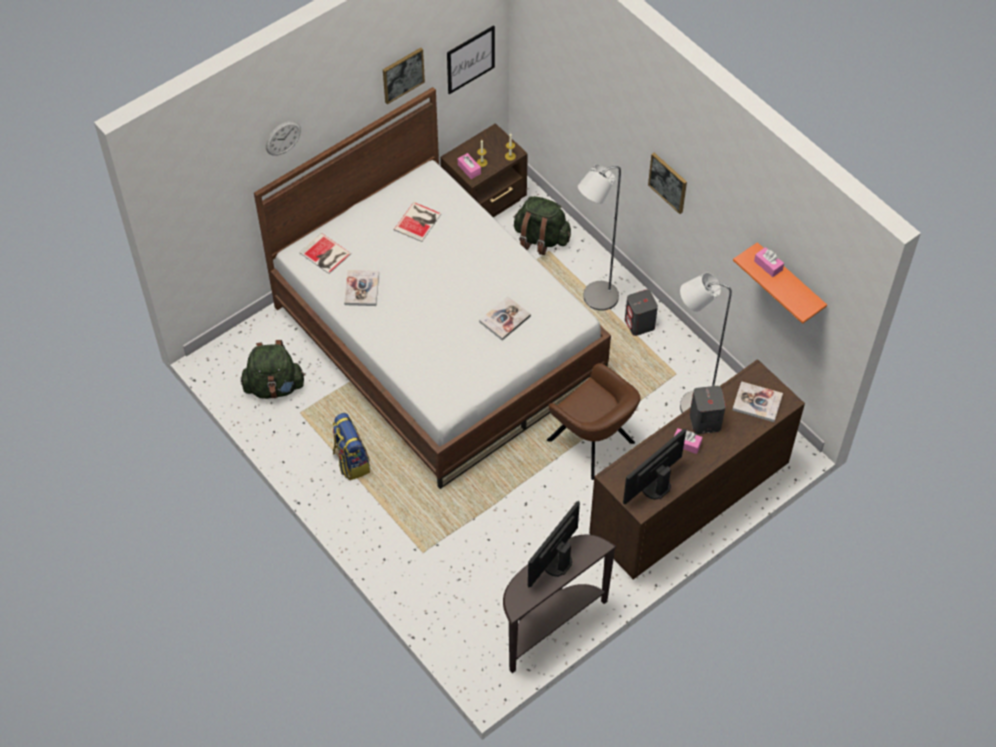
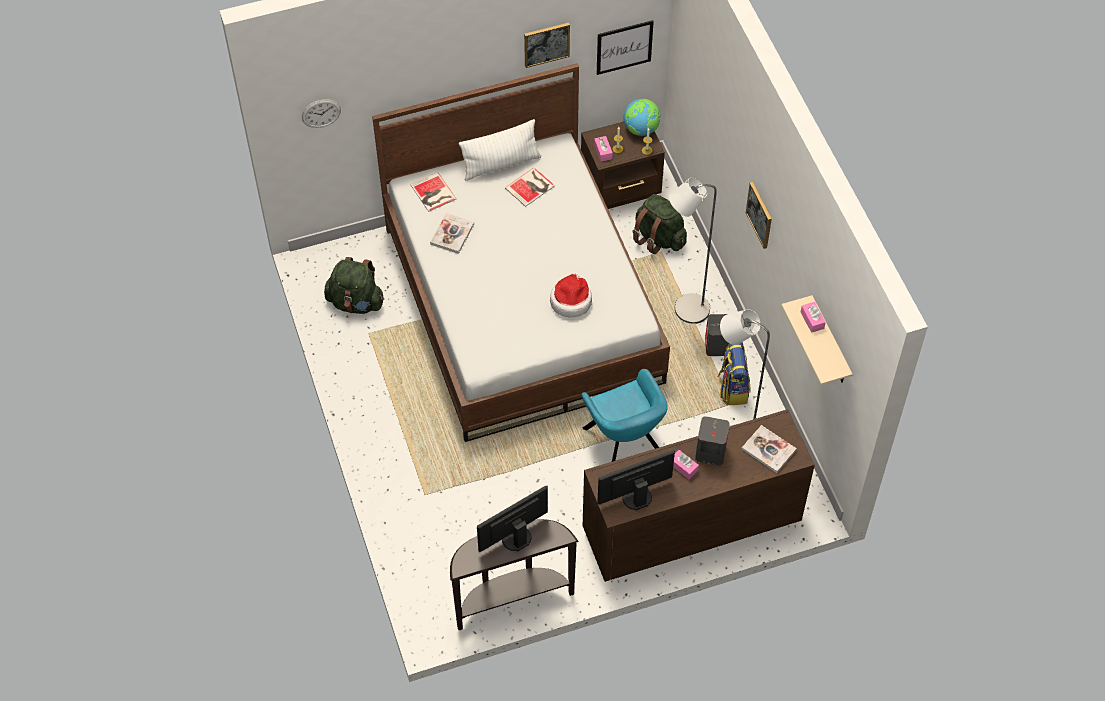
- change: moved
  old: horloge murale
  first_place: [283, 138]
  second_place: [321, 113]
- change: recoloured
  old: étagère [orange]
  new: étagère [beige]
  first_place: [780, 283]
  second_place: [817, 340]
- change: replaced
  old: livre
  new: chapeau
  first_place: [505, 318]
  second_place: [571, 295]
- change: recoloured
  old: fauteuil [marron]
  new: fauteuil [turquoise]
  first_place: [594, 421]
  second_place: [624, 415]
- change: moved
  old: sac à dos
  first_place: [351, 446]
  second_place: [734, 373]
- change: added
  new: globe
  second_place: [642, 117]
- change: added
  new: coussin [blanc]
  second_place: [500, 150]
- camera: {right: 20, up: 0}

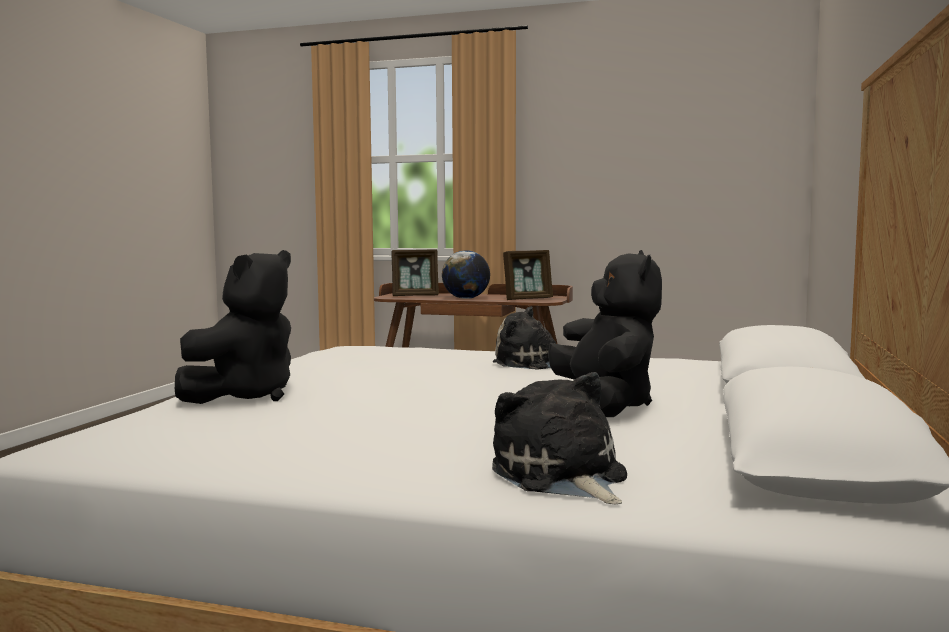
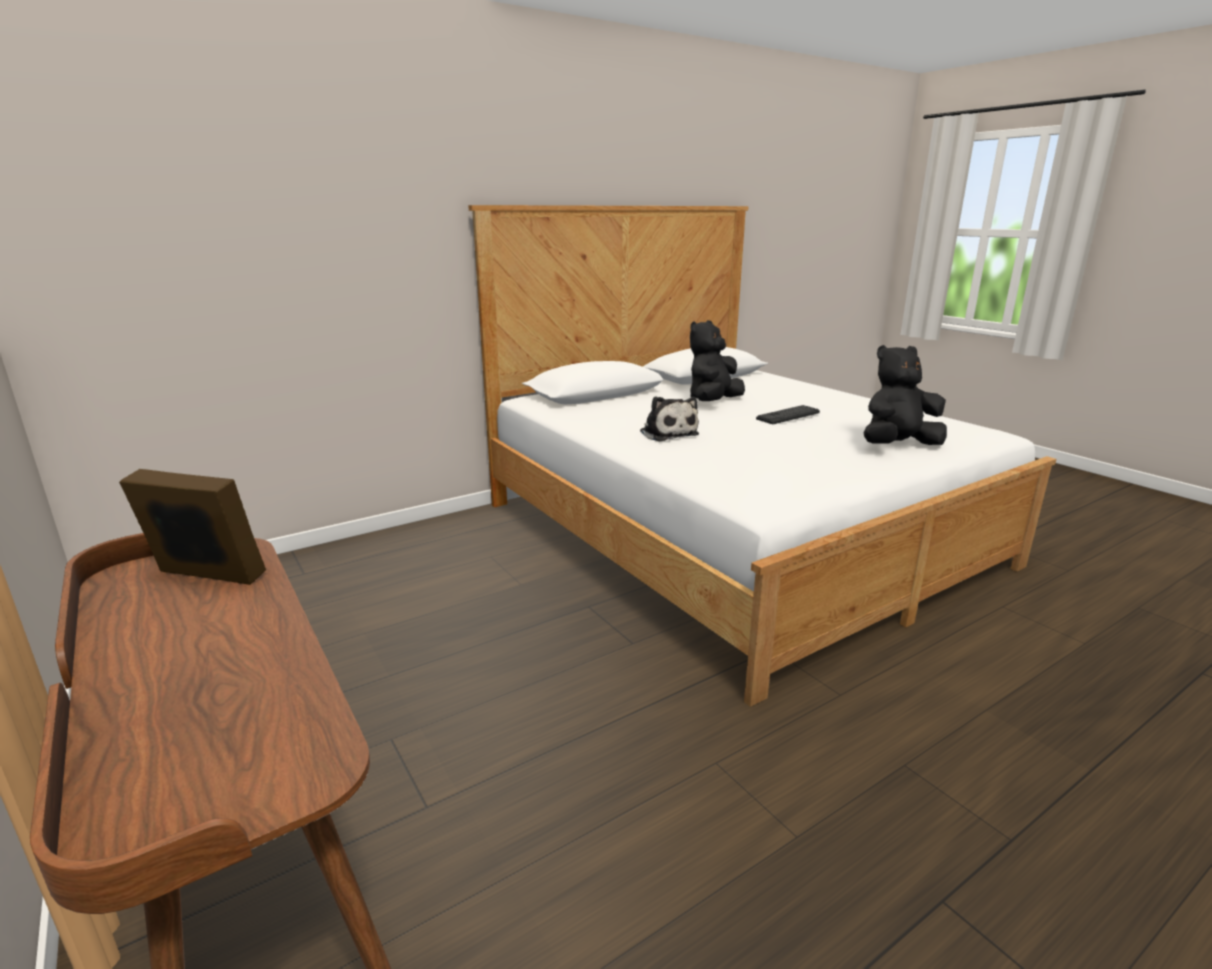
- change: removed
  old: cadre photo
  first_place: [415, 272]
- change: removed
  old: globe
  first_place: [466, 274]
- change: removed
  old: peluche
  first_place: [559, 438]
- change: added
  new: clavier
  second_place: [788, 414]
- camera: {right: -140, up: 15}

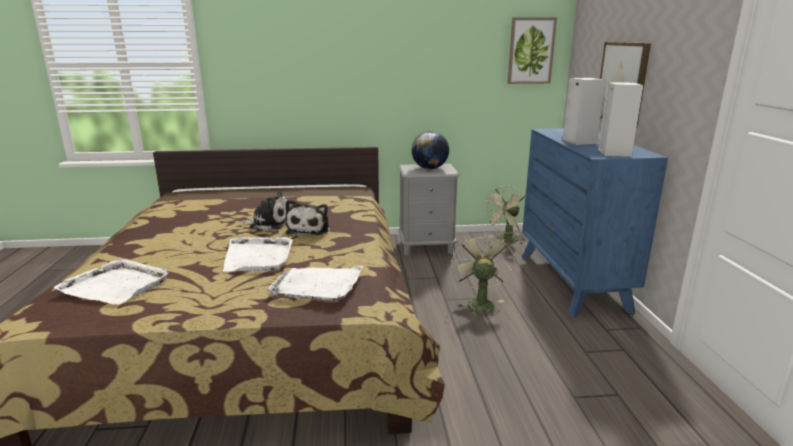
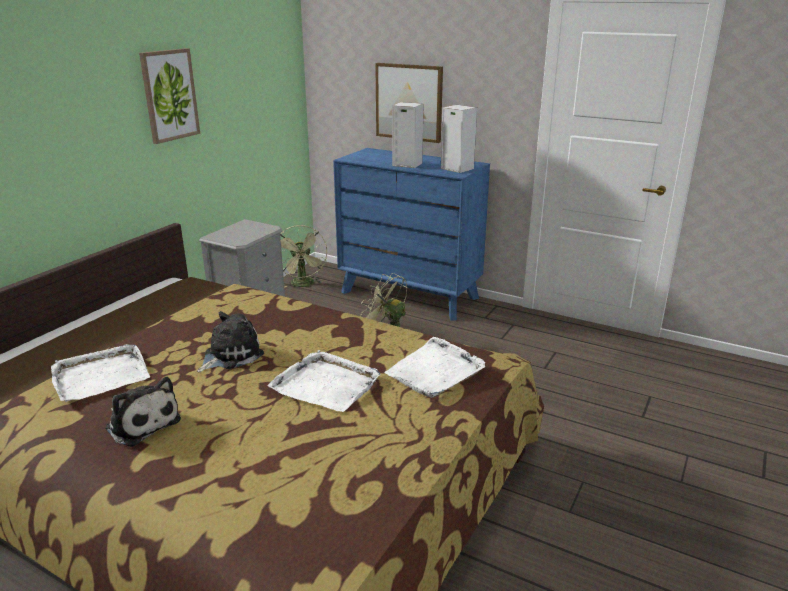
- change: moved
  old: tableau
  first_place: [532, 50]
  second_place: [169, 96]
- change: removed
  old: globe
  first_place: [430, 150]
- change: moved
  old: peluche
  first_place: [307, 217]
  second_place: [143, 412]
- change: moved
  old: plateau [blanc]
  first_place: [111, 281]
  second_place: [100, 373]
- camera: {right: -55, up: 5}

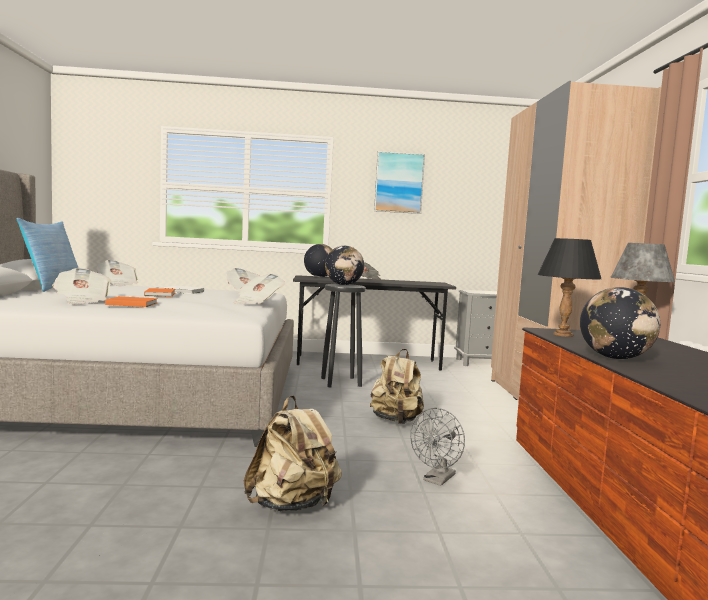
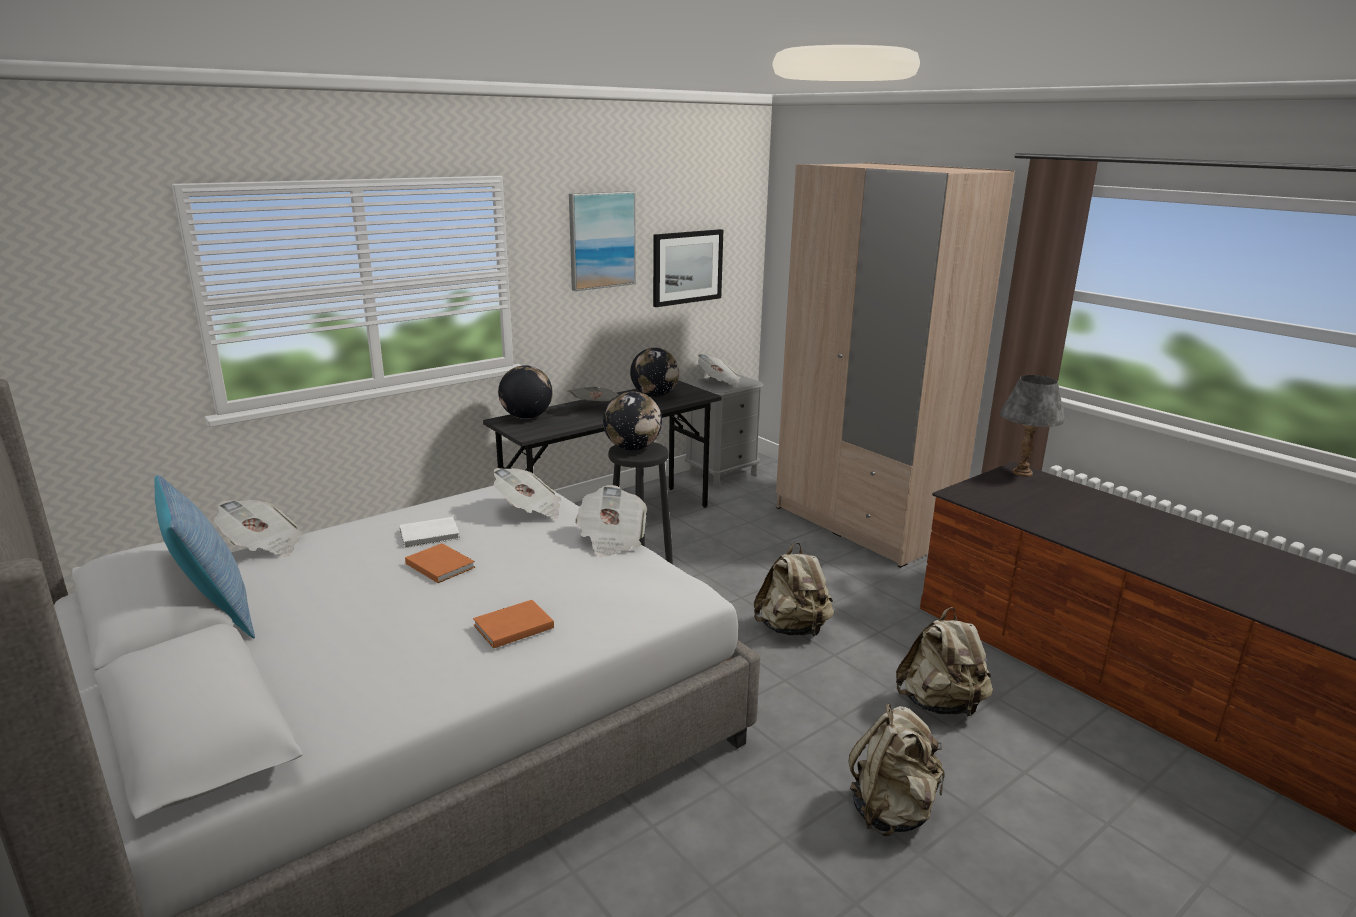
- change: removed
  old: lampe de table [noir]
  first_place: [569, 287]
- change: moved
  old: journal
  first_place: [81, 286]
  second_place: [718, 370]
- change: moved
  old: globe
  first_place: [620, 323]
  second_place: [654, 372]
- change: replaced
  old: ventilateur [gris]
  new: sac à dos [beige]
  first_place: [437, 447]
  second_place: [944, 662]
- change: added
  new: tableau
  second_place: [688, 268]
- camera: {right: -35, up: 15}

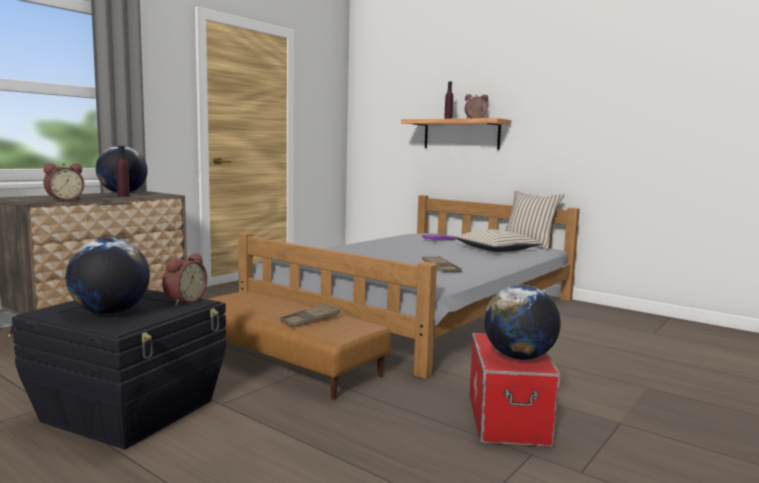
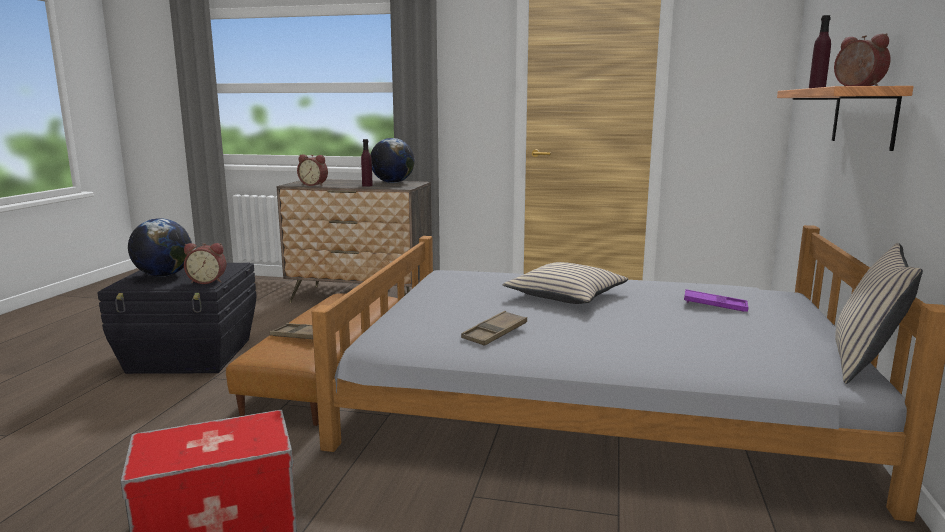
- change: moved
  old: coussin [beige]
  first_place: [498, 240]
  second_place: [565, 283]
- change: removed
  old: globe
  first_place: [522, 322]
- camera: {right: 65, up: 5}

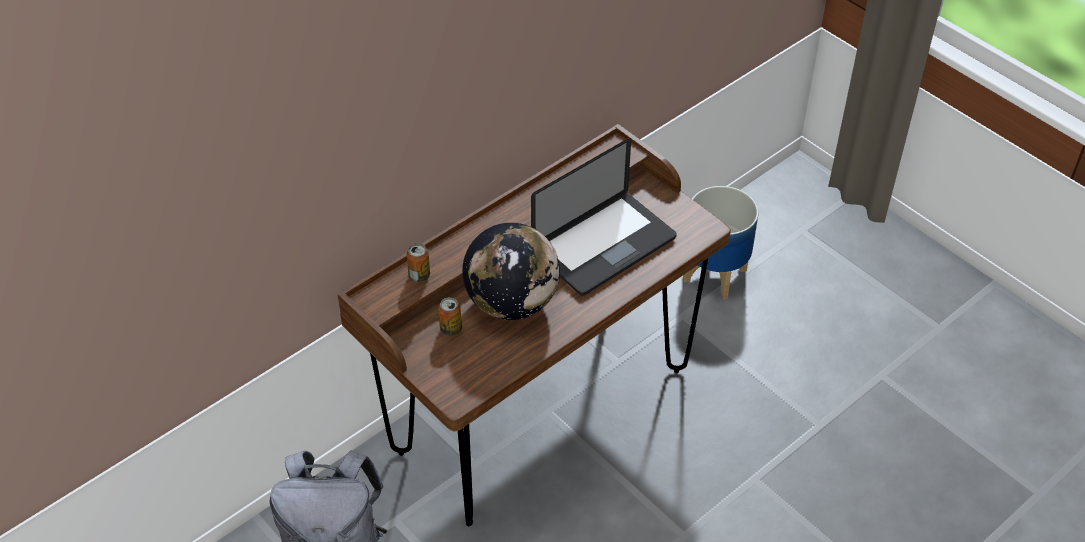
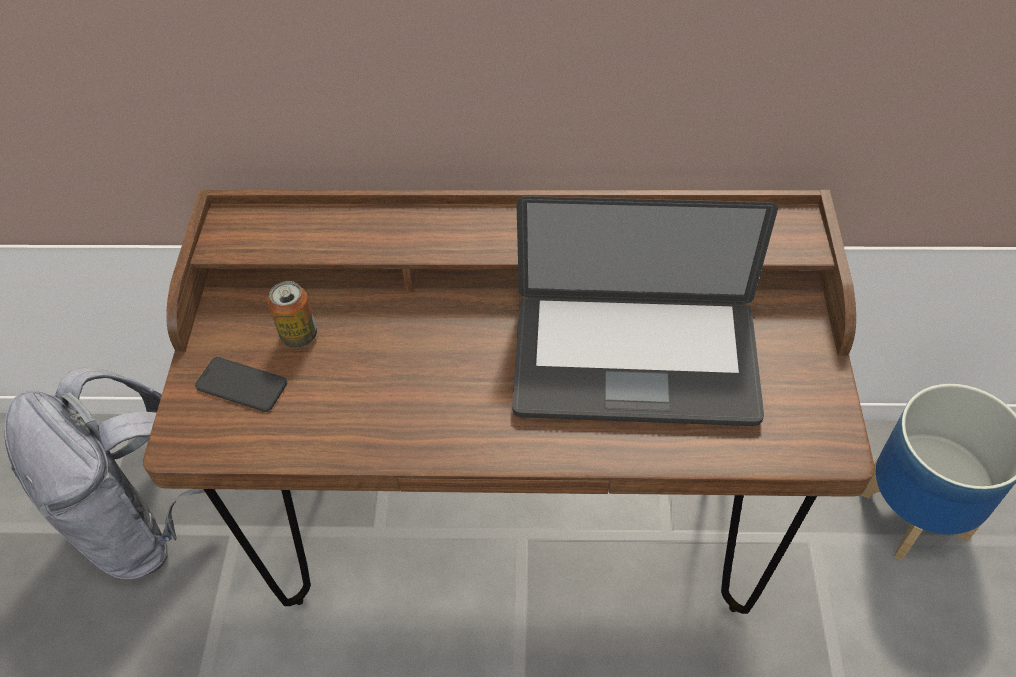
- change: removed
  old: globe
  first_place: [511, 271]
- change: removed
  old: boîte métallique
  first_place: [418, 262]
- change: added
  new: téléphone
  second_place: [241, 384]
- camera: {right: 45, up: 5}

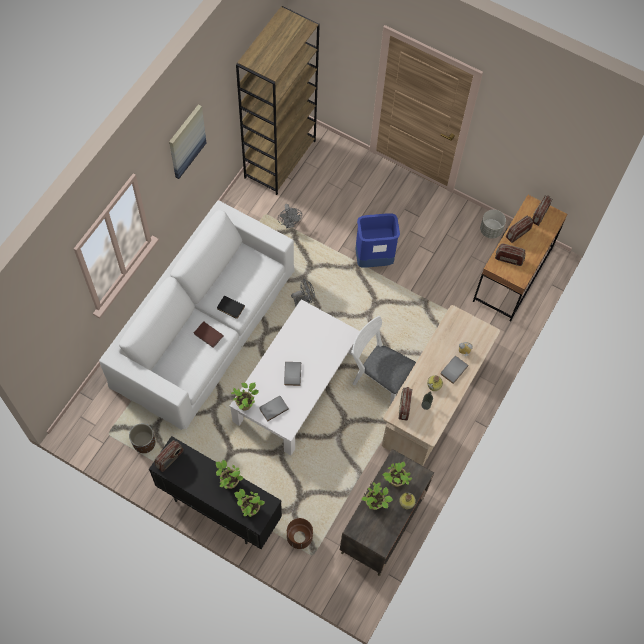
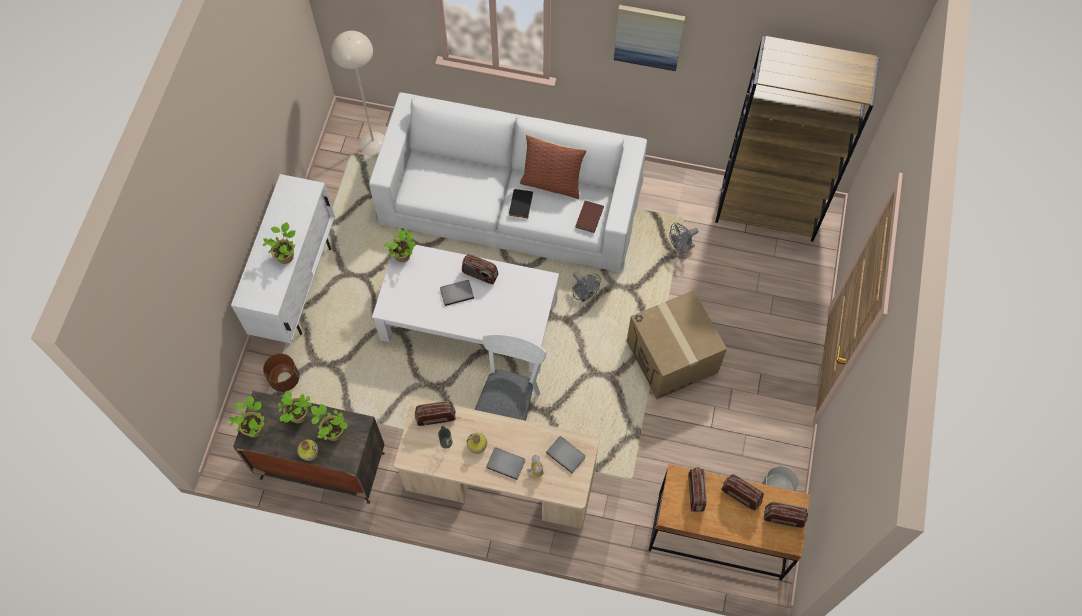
- change: replaced
  old: poubelle [bleu]
  new: carton
  first_place: [377, 240]
  second_place: [677, 344]
- change: moved
  old: livre [marron]
  first_place: [209, 334]
  second_place: [589, 216]
- change: moved
  old: livre [gris]
  first_place: [274, 409]
  second_place: [565, 454]
- change: removed
  old: cache-pot [marron]
  first_place: [142, 438]
- change: recoloured
  old: meuble de rangement [noir]
  new: meuble de rangement [blanc]
  first_place: [215, 492]
  second_place: [283, 258]
- change: moved
  old: radio
  first_place: [169, 456]
  second_place: [480, 269]
- change: moved
  old: plante en pot
  first_place: [249, 503]
  second_place: [246, 416]
- change: added
  new: lampadaire [beige]
  second_place: [357, 93]
- change: added
  new: coussin
  second_place: [553, 167]
- camera: {right: 75, up: 0}

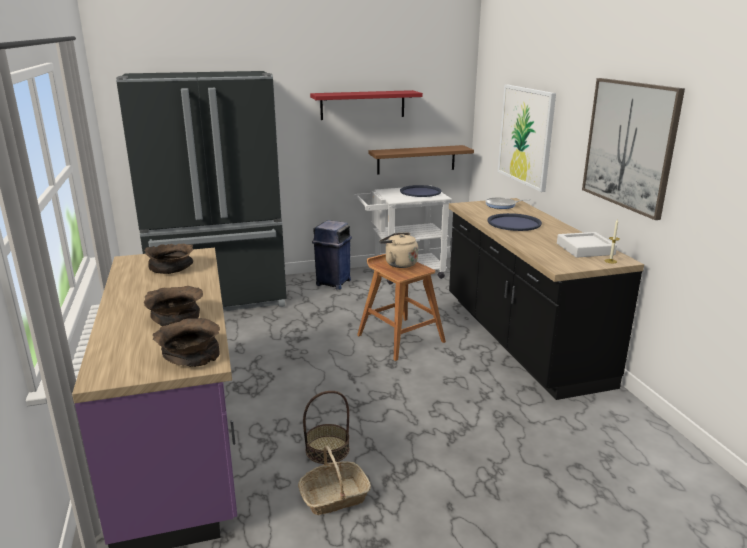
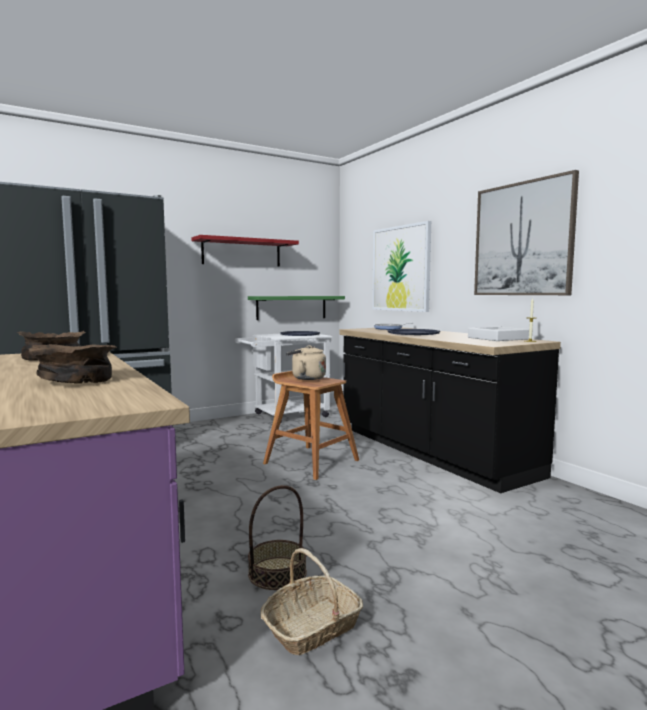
- change: recoloured
  old: étagère [marron]
  new: étagère [vert]
  first_place: [421, 160]
  second_place: [296, 308]
- change: removed
  old: poubelle [bleu]
  first_place: [332, 255]
- change: removed
  old: bol [marron]
  first_place: [186, 342]
- camera: {right: -15, up: -15}

